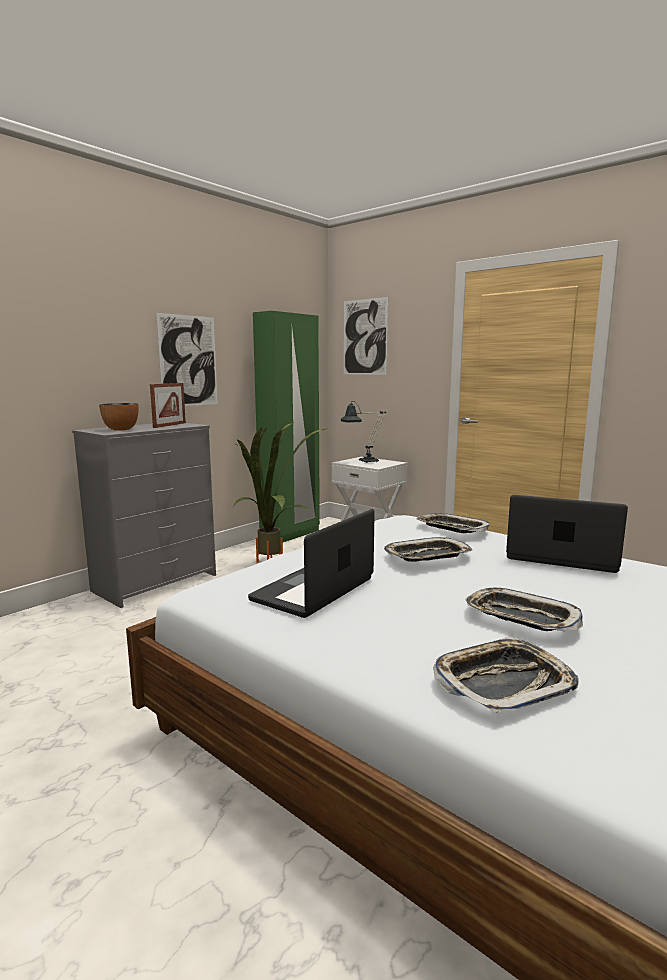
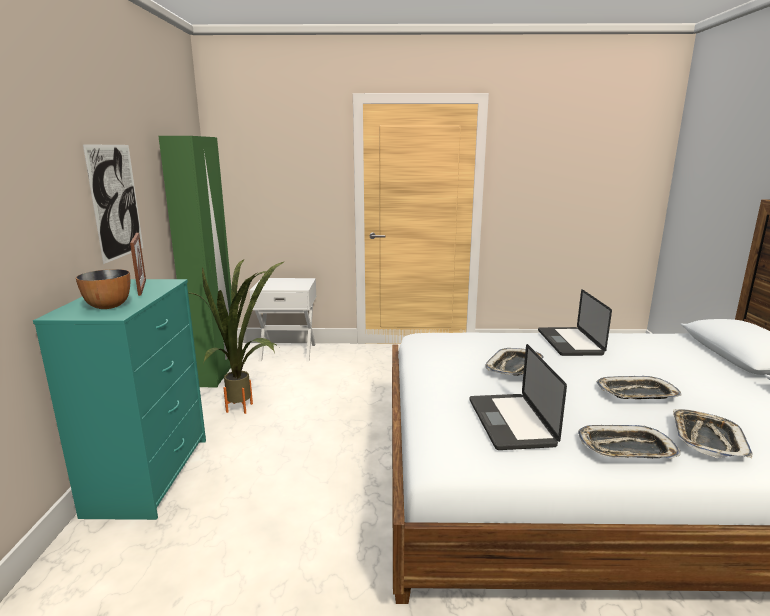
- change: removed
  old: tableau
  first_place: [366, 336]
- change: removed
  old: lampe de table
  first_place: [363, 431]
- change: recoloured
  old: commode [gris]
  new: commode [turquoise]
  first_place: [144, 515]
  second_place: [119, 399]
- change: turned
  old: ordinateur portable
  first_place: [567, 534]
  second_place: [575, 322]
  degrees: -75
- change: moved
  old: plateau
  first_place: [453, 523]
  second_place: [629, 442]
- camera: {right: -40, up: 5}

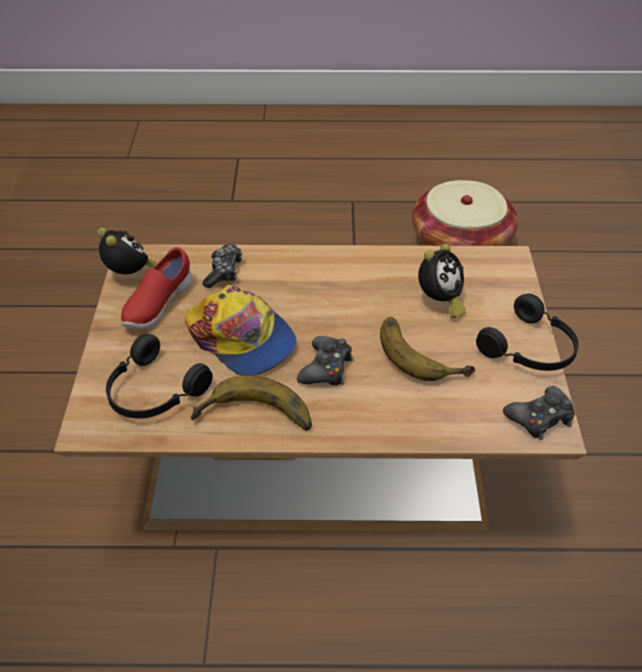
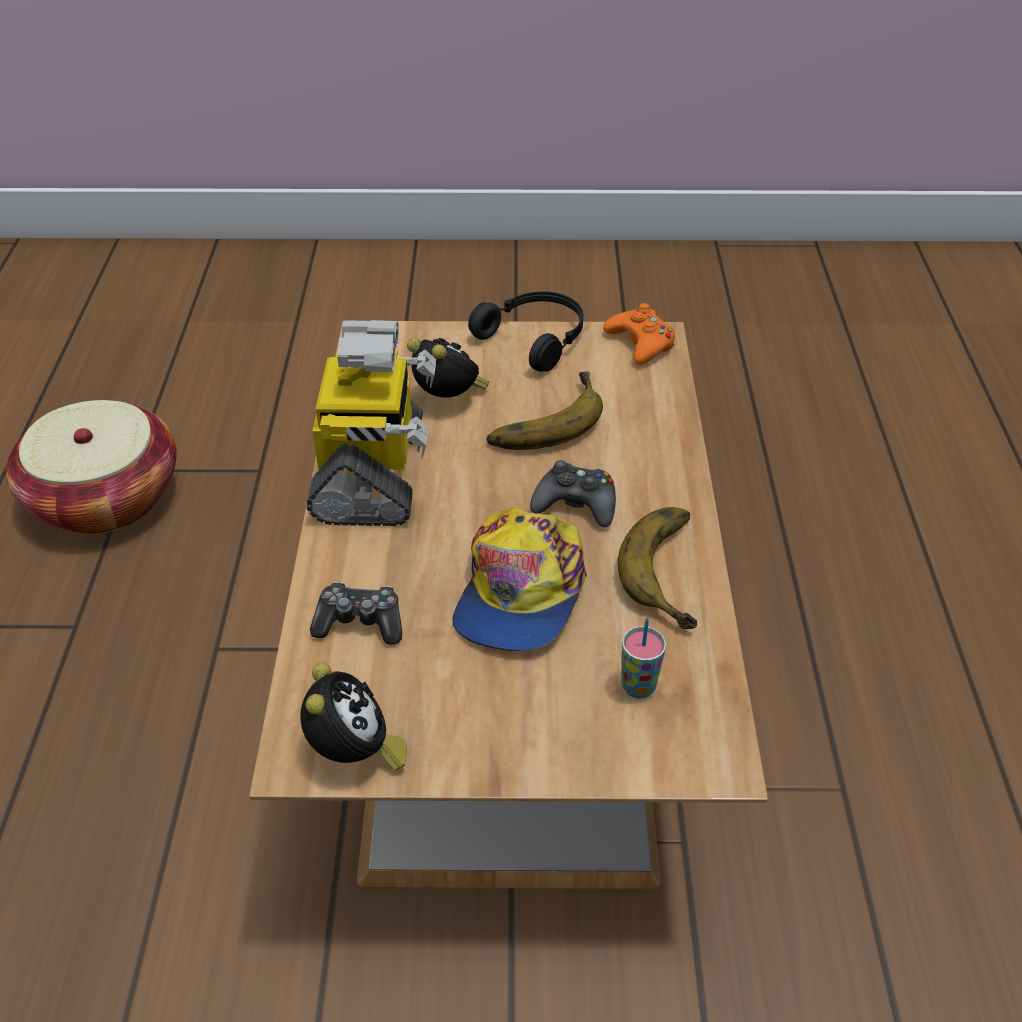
- change: turned
  old: réveil
  first_place: [127, 251]
  second_place: [353, 717]
  degrees: 120
- change: removed
  old: chaussure [rouge]
  first_place: [156, 288]
- change: turned
  old: casquette
  first_place: [241, 330]
  second_place: [519, 579]
  degrees: 150
- change: replaced
  old: casque audio [noir]
  new: tasse
  first_place: [159, 376]
  second_place: [643, 658]
- change: recoloured
  old: manette [noir]
  new: manette [orange]
  first_place: [539, 413]
  second_place: [639, 334]
- change: added
  new: robot jouet
  second_place: [371, 423]
- camera: {right: -90, up: 0}

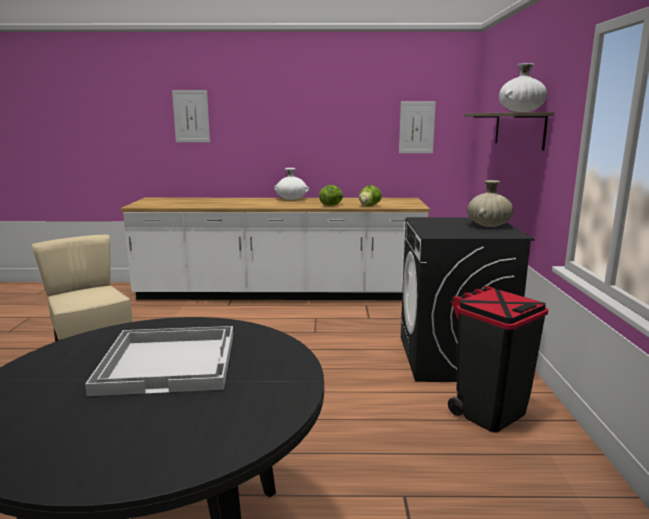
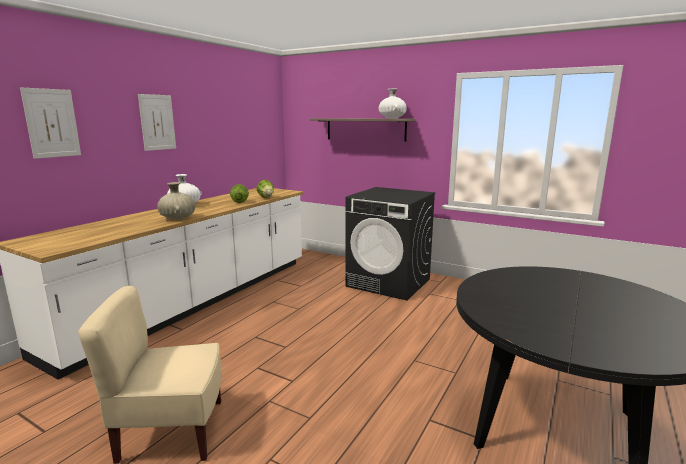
- change: moved
  old: tableau
  first_place: [417, 127]
  second_place: [157, 122]
- change: moved
  old: vase [beige]
  first_place: [490, 203]
  second_place: [176, 201]
- change: removed
  old: poubelle [noir]
  first_place: [498, 359]
- change: removed
  old: plateau [blanc]
  first_place: [159, 361]
- camera: {right: -60, up: 0}

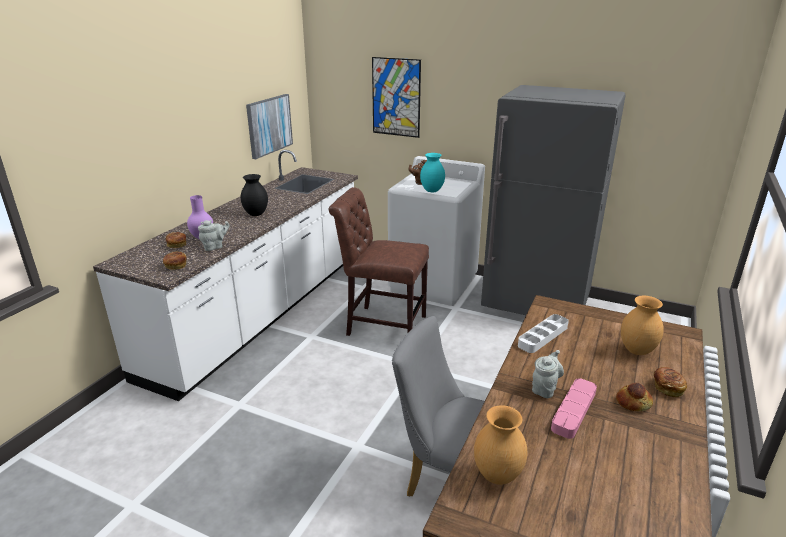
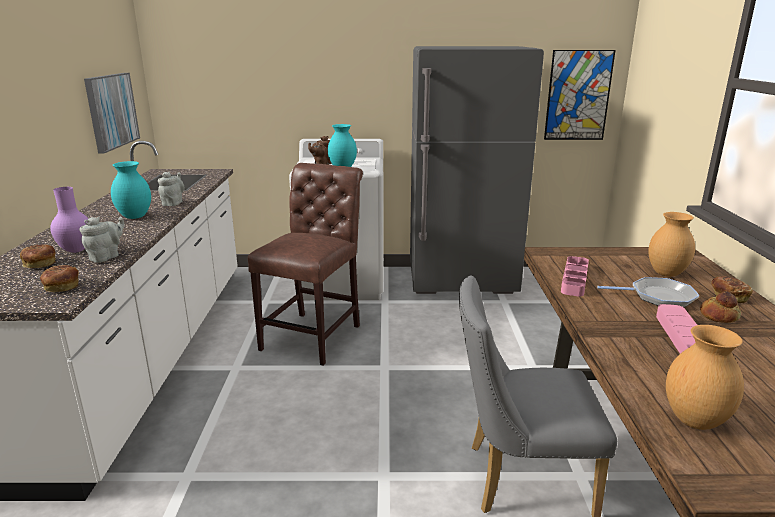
- change: moved
  old: tableau
  first_place: [396, 97]
  second_place: [580, 95]
- change: recoloured
  old: vase [noir]
  new: vase [turquoise]
  first_place: [254, 195]
  second_place: [131, 190]
- change: turned
  old: chaise [marron]
  first_place: [379, 261]
  second_place: [305, 264]
  degrees: 120
- change: recoloured
  old: plateau [blanc]
  new: plateau [rose]
  first_place: [543, 333]
  second_place: [575, 276]
- change: moved
  old: théière [gris]
  first_place: [548, 374]
  second_place: [171, 189]
- change: added
  new: poêle
  second_place: [648, 292]
- camera: {right: -25, up: -5}

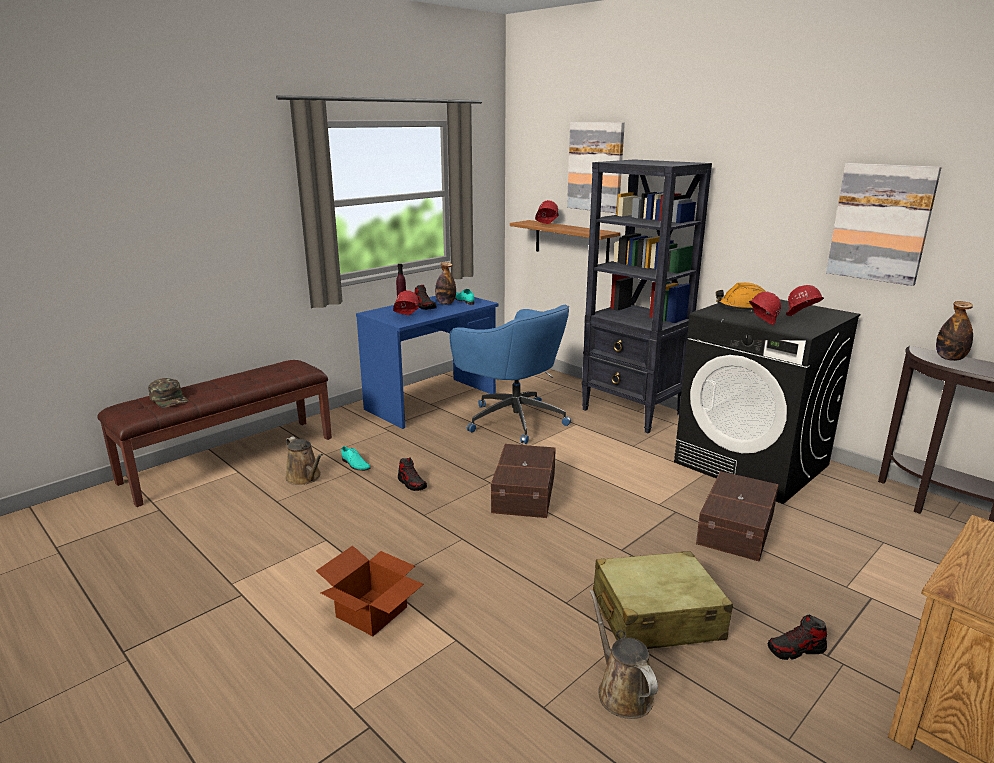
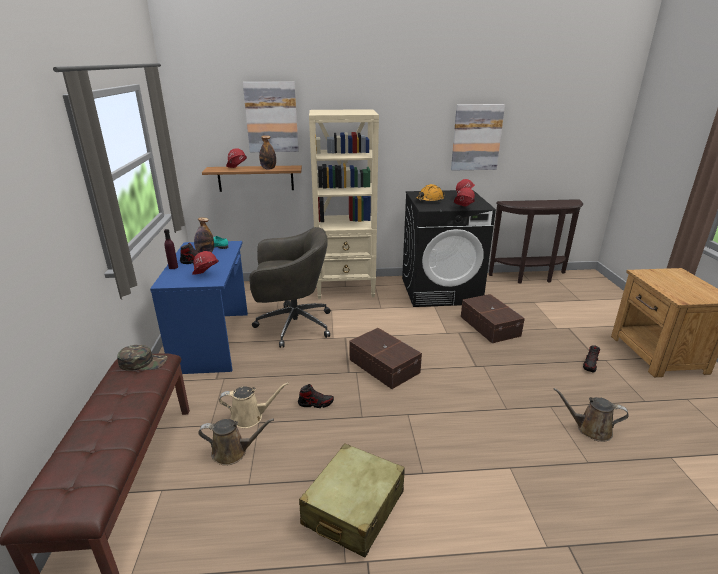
- change: recoloured
  old: bibliothèque [noir]
  new: bibliothèque [beige]
  first_place: [647, 296]
  second_place: [344, 204]
- change: moved
  old: bouteille
  first_place: [954, 331]
  second_place: [267, 152]
- change: recoloured
  old: chaise de bureau [bleu]
  new: chaise de bureau [gris]
  first_place: [510, 374]
  second_place: [290, 287]
- change: moved
  old: casquette [vert]
  first_place: [168, 393]
  second_place: [142, 358]
- change: replaced
  old: chaussure [turquoise]
  new: arrosoir [beige]
  first_place: [356, 458]
  second_place: [254, 405]
- change: removed
  old: carton
  first_place: [370, 591]
- change: moved
  old: valise [beige]
  first_place: [663, 600]
  second_place: [352, 500]
- camera: {right: -50, up: 5}

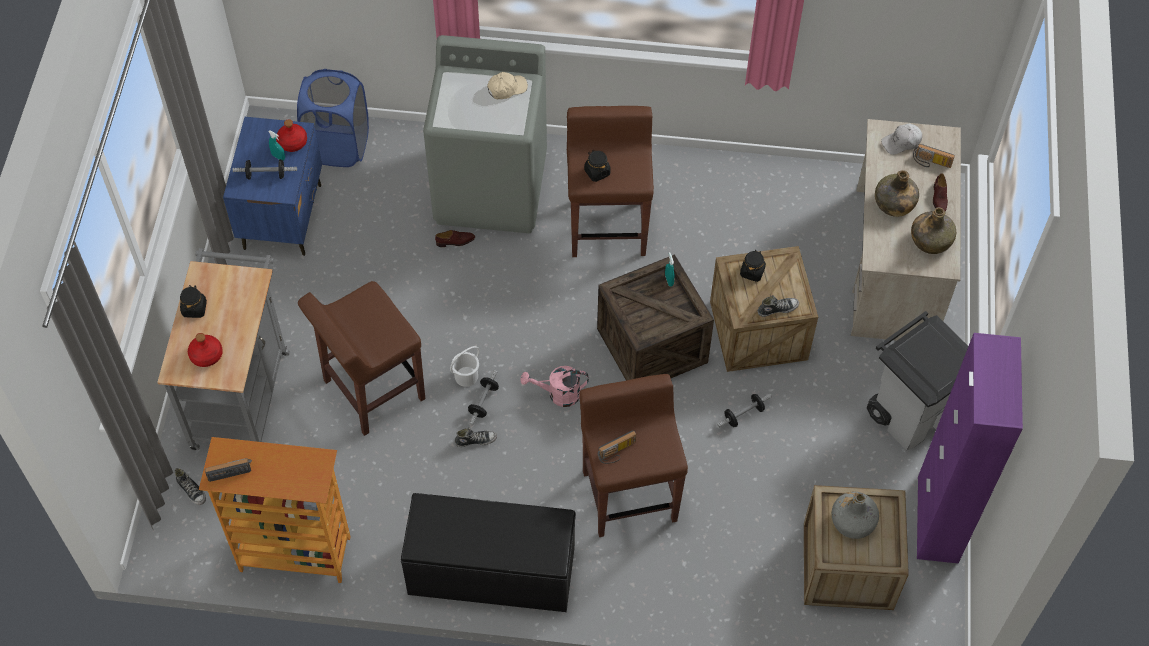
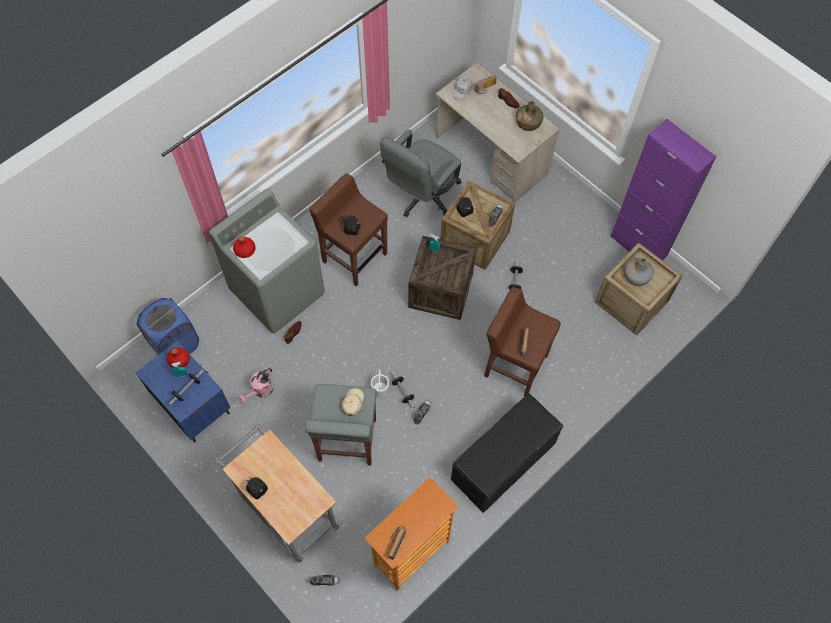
- change: moved
  old: casquette [beige]
  first_place: [507, 85]
  second_place: [353, 402]
- change: removed
  old: bouteille [vert]
  first_place: [897, 193]
- change: recoloured
  old: tabouret [marron]
  new: tabouret [gris]
  first_place: [361, 358]
  second_place: [341, 425]
- change: removed
  old: poubelle [gris]
  first_place: [917, 380]
- change: moved
  old: bouteille [rouge]
  first_place: [205, 350]
  second_place: [244, 247]
- change: moved
  old: arrosoir [rose]
  first_place: [554, 386]
  second_place: [256, 385]
- change: added
  new: chaise de bureau [gris]
  second_place: [421, 173]
- camera: {right: -50, up: 5}

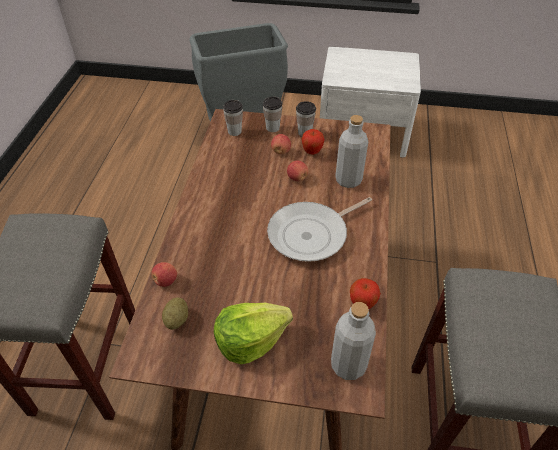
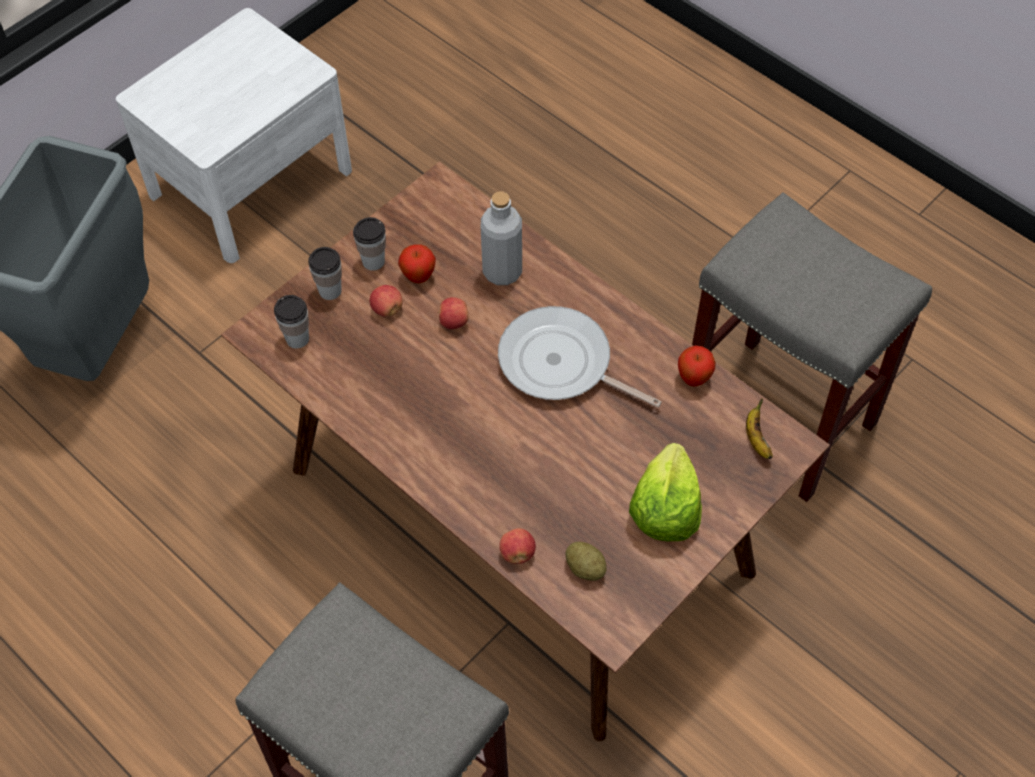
- change: turned
  old: poêle
  first_place: [319, 229]
  second_place: [580, 356]
  degrees: 120
- change: replaced
  old: bouteille [gris]
  new: banane
  first_place: [353, 341]
  second_place: [759, 428]
- camera: {right: -55, up: 10}

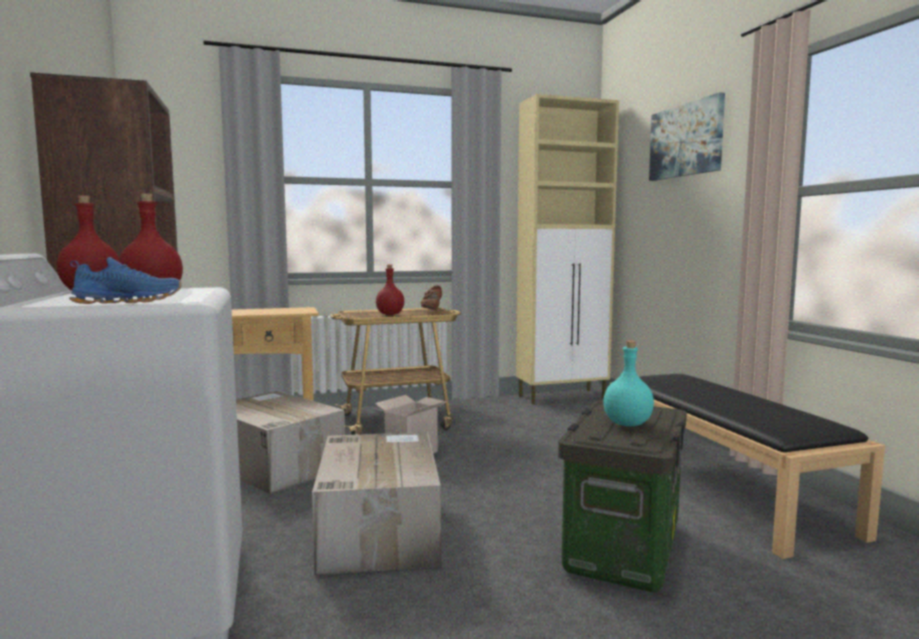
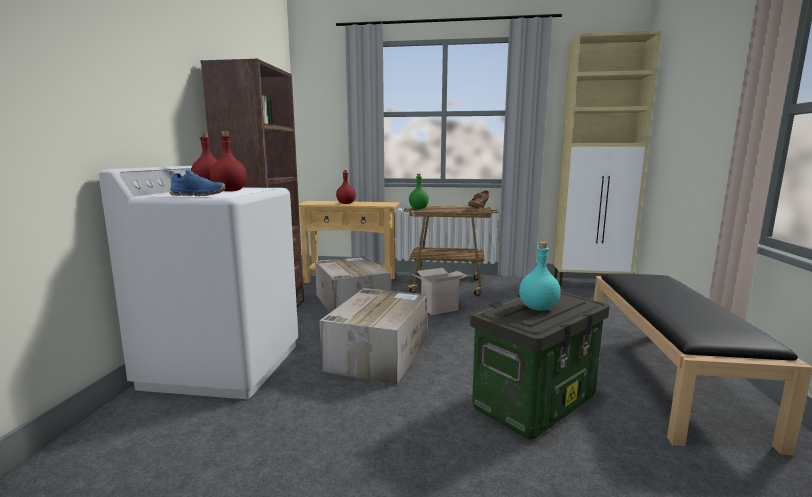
- change: removed
  old: tableau
  first_place: [687, 136]
- change: moved
  old: bouteille [rouge]
  first_place: [390, 290]
  second_place: [346, 187]
- change: added
  new: bouteille [vert]
  second_place: [419, 191]
- camera: {right: 25, up: 5}

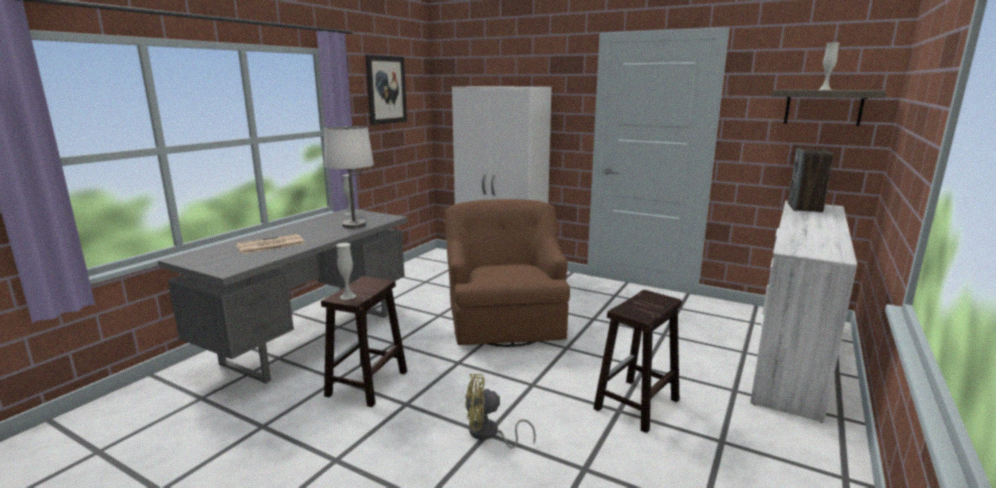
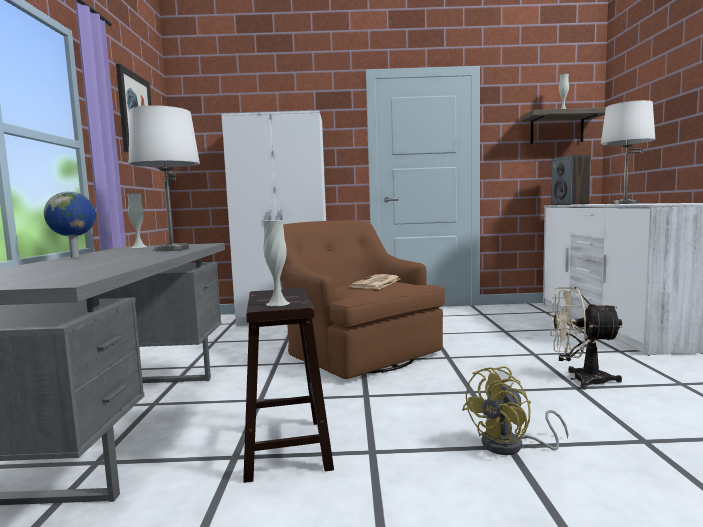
- change: moved
  old: journal
  first_place: [270, 244]
  second_place: [374, 281]
- change: replaced
  old: tabouret [marron]
  new: ventilateur [beige]
  first_place: [637, 361]
  second_place: [586, 338]
- change: added
  new: lampe de table [blanc]
  second_place: [628, 152]
- change: added
  new: globe
  second_place: [70, 225]
- camera: {right: -30, up: -10}

